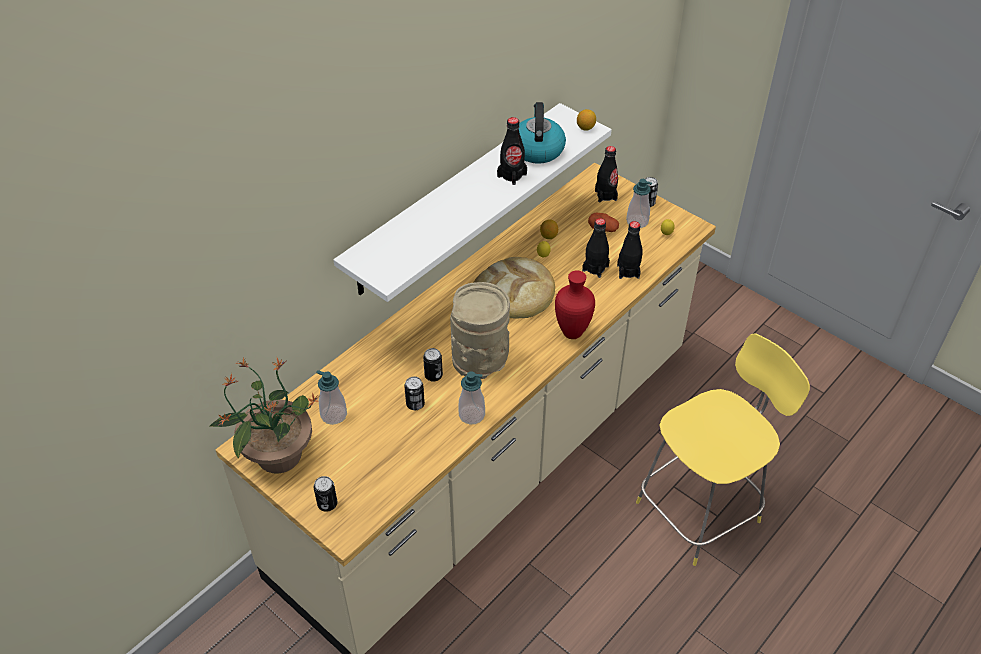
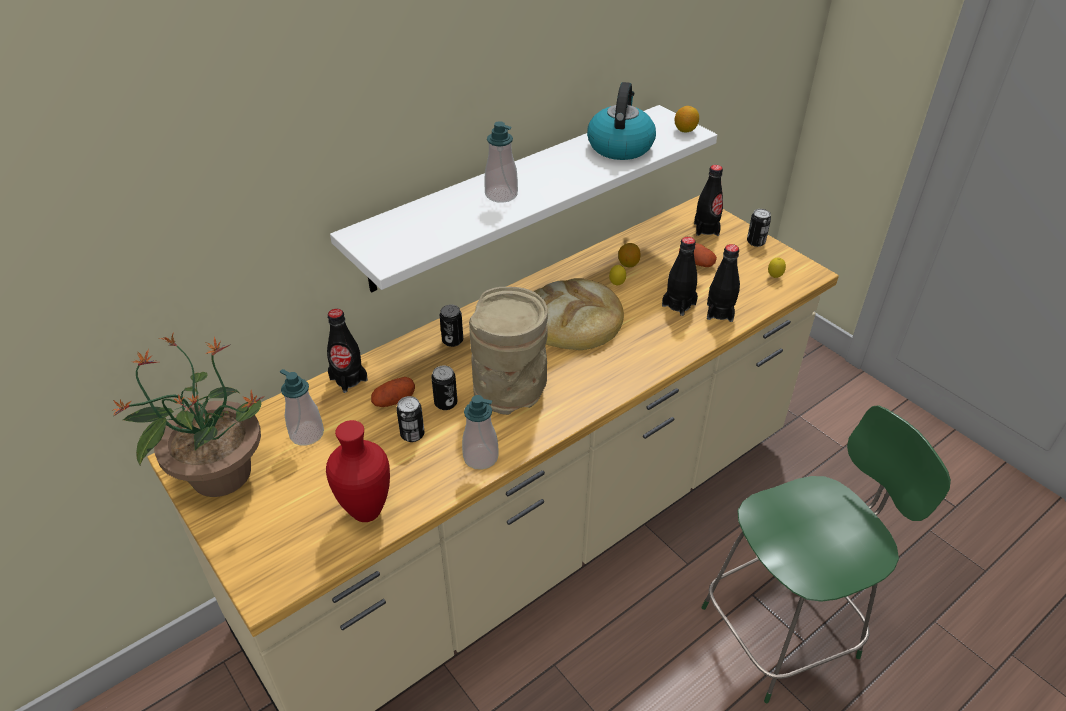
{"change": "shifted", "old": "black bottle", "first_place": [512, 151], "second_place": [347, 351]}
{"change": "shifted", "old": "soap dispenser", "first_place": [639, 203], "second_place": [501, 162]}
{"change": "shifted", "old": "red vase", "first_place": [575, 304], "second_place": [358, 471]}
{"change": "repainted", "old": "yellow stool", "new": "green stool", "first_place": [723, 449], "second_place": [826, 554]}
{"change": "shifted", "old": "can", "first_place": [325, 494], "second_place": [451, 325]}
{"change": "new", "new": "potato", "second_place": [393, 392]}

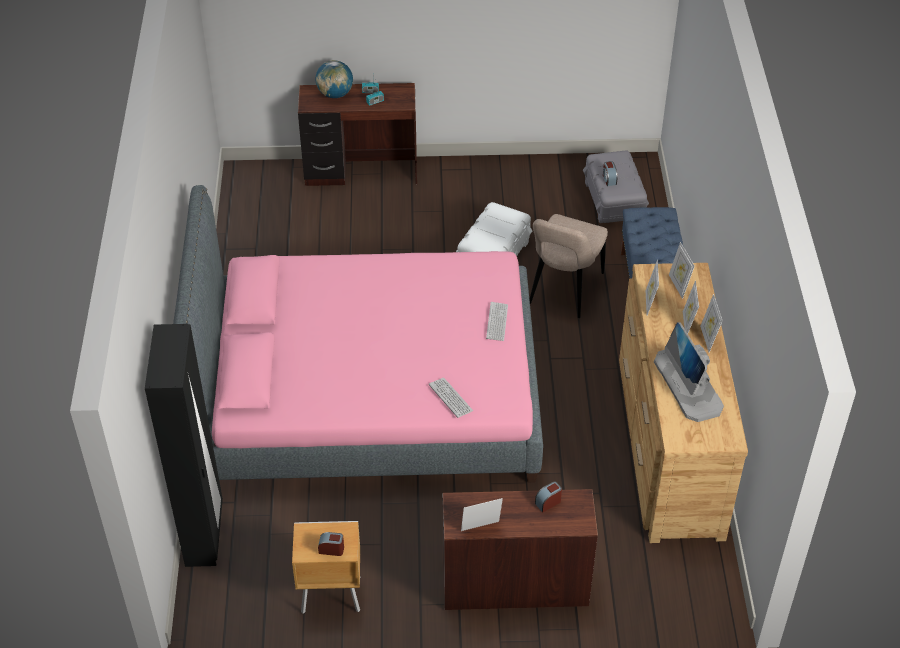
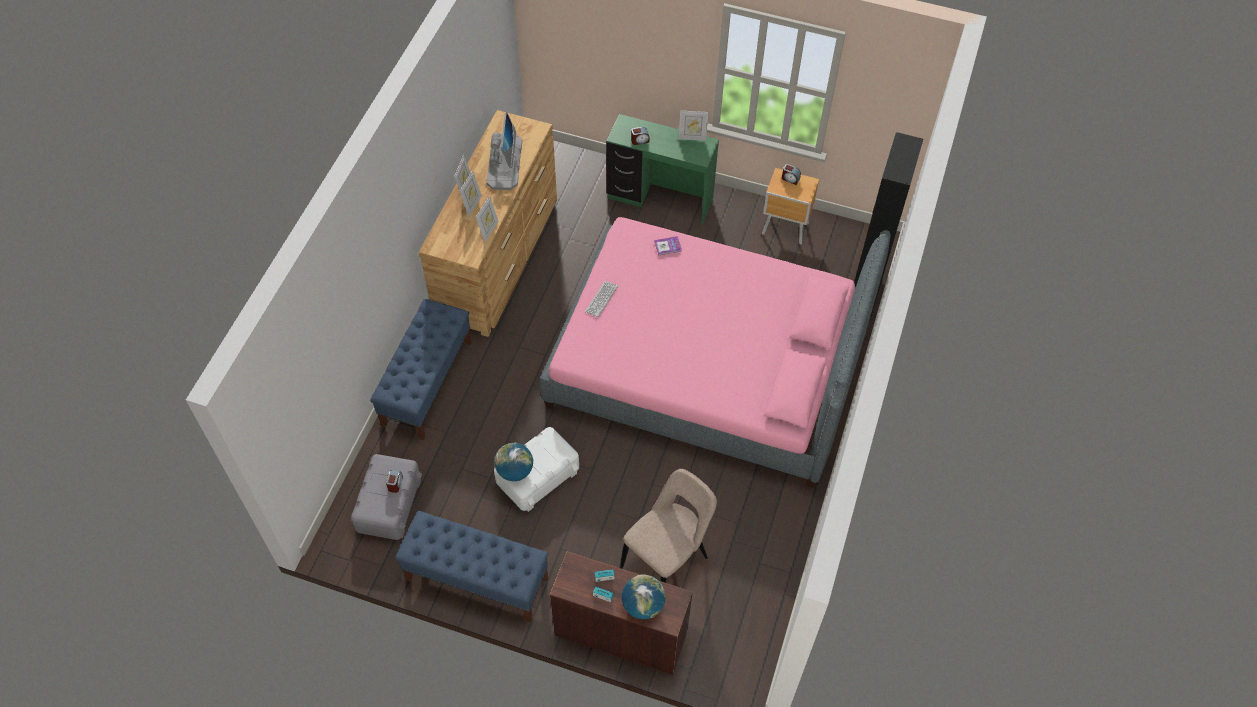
{"change": "shifted", "old": "beige chair", "first_place": [568, 266], "second_place": [668, 526]}
{"change": "gone", "old": "picture frame", "first_place": [682, 270]}
{"change": "swapped", "old": "keyboard", "new": "book", "first_place": [451, 398], "second_place": [668, 245]}
{"change": "repainted", "old": "brown desk", "new": "green desk", "first_place": [520, 549], "second_place": [662, 169]}
{"change": "new", "new": "globe", "second_place": [513, 462]}
{"change": "new", "new": "blue bench", "second_place": [471, 566]}

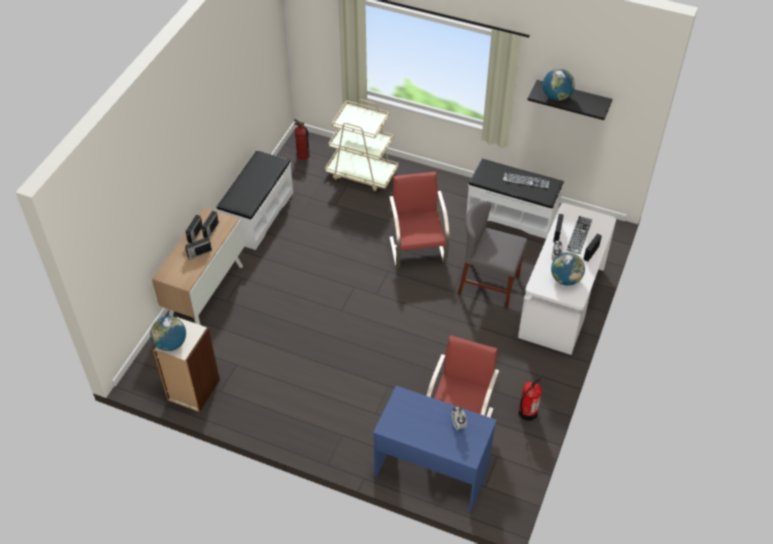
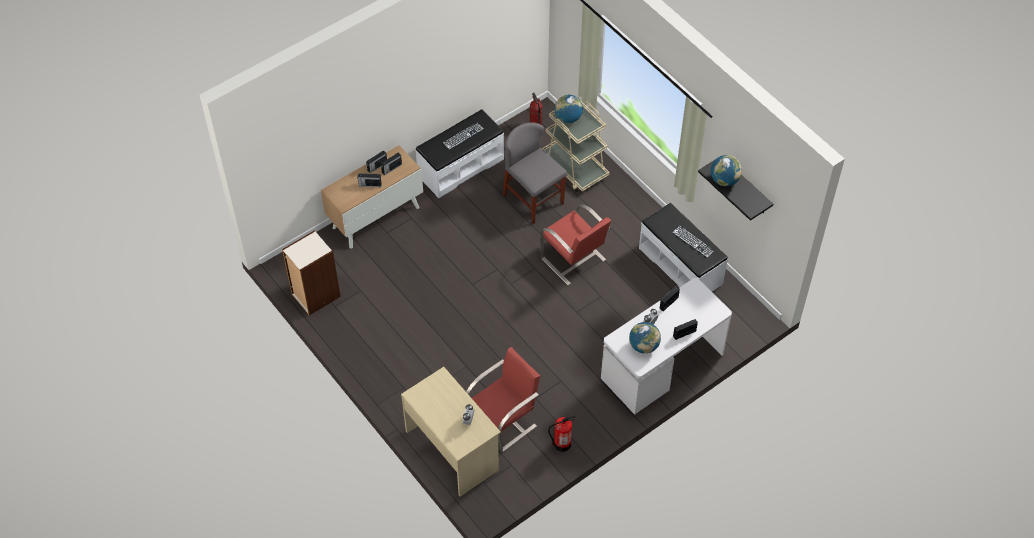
{"change": "rotated", "old": "red chair", "first_place": [419, 220], "second_place": [575, 244], "degrees": 120}
{"change": "shifted", "old": "grey chair", "first_place": [492, 254], "second_place": [535, 173]}
{"change": "shifted", "old": "keyboard", "first_place": [579, 235], "second_place": [463, 136]}
{"change": "shifted", "old": "globe", "first_place": [168, 333], "second_place": [569, 109]}
{"change": "repainted", "old": "blue desk", "new": "beige desk", "first_place": [435, 449], "second_place": [451, 432]}

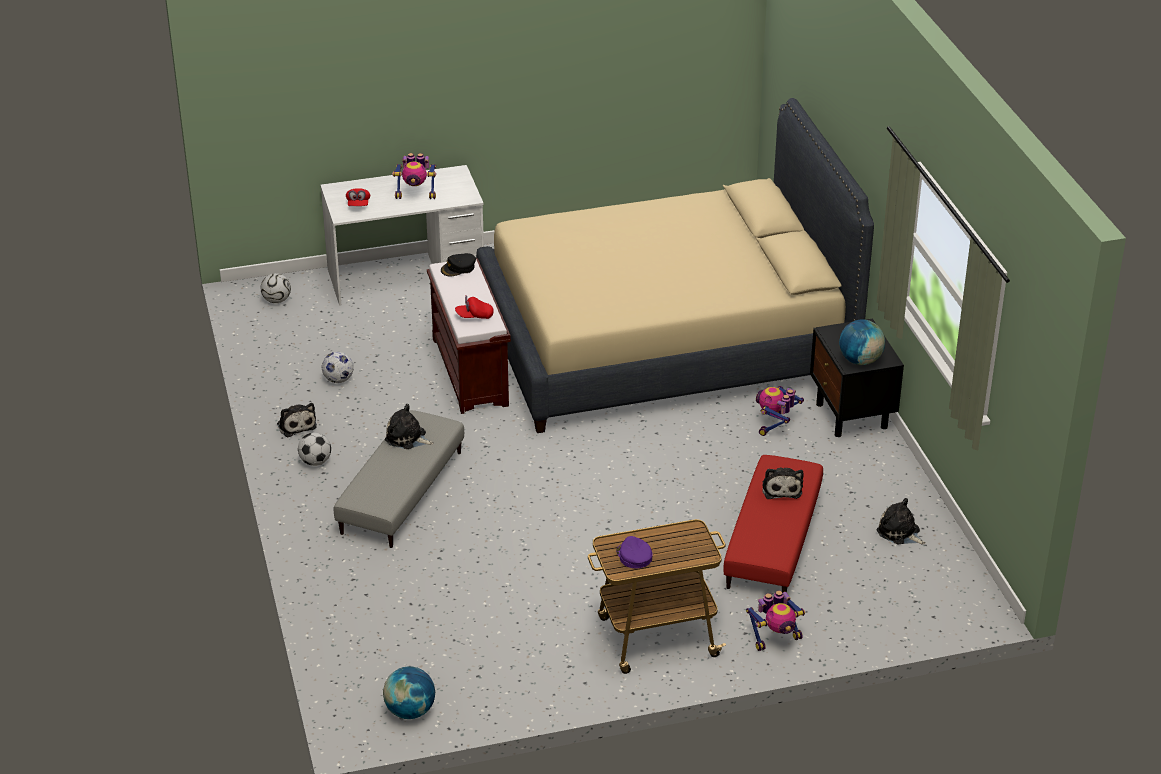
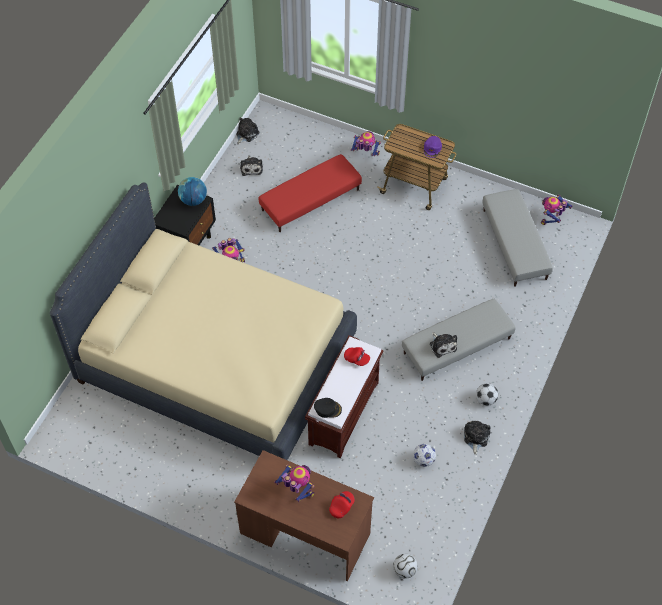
{"change": "repainted", "old": "white desk", "new": "brown desk", "first_place": [402, 235], "second_place": [304, 515]}
{"change": "shifted", "old": "plush toy", "first_place": [783, 483], "second_place": [248, 131]}
{"change": "swapped", "old": "globe", "new": "toy robot", "first_place": [409, 692], "second_place": [556, 210]}
{"change": "new", "new": "grey ottoman", "second_place": [517, 238]}

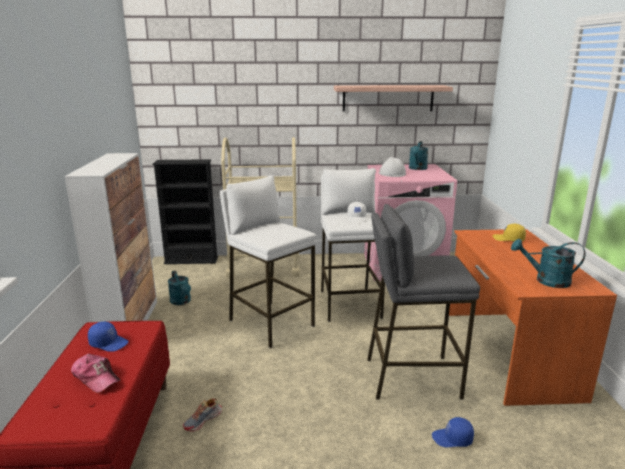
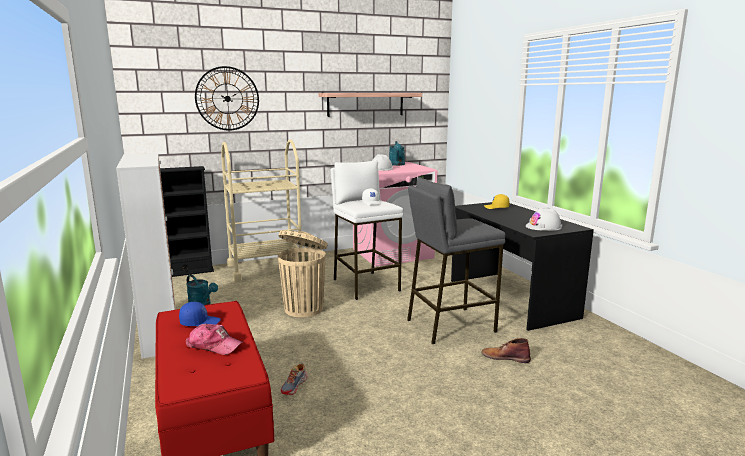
{"change": "swapped", "old": "white stool", "new": "beige trash can", "first_place": [268, 262], "second_place": [303, 273]}
{"change": "repainted", "old": "orange desk", "new": "black desk", "first_place": [533, 317], "second_place": [522, 266]}
{"change": "swapped", "old": "turquoise watering can", "new": "white hard hat", "first_place": [548, 263], "second_place": [544, 219]}
{"change": "swapped", "old": "blue cap", "new": "brown boot", "first_place": [453, 432], "second_place": [506, 350]}
{"change": "new", "new": "wall clock", "second_place": [227, 98]}

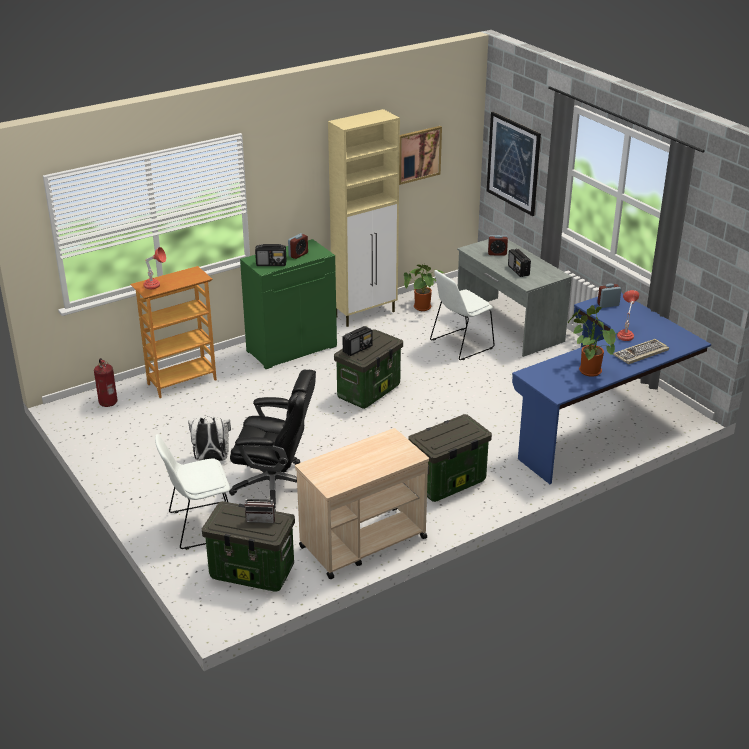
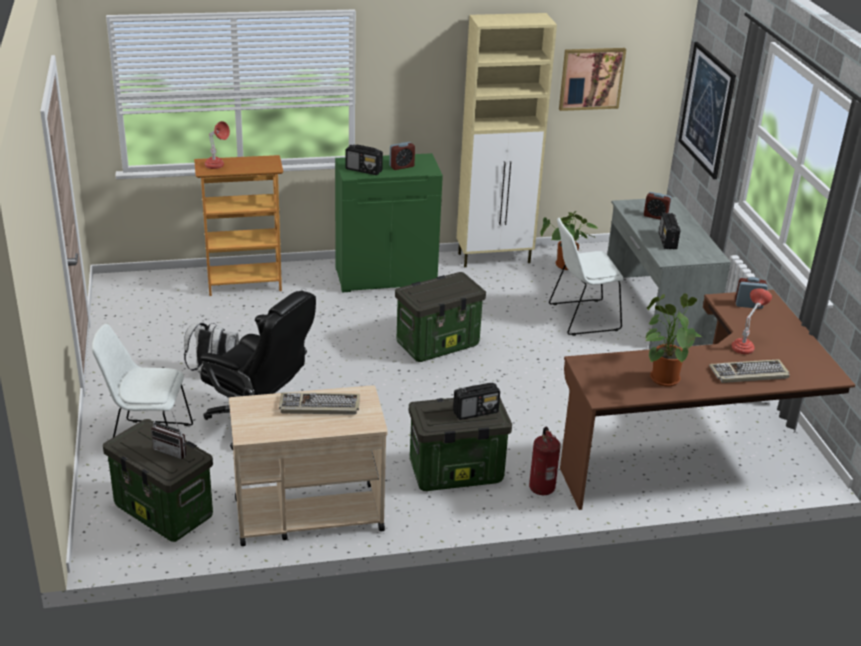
{"change": "repainted", "old": "blue desk", "new": "brown desk", "first_place": [611, 388], "second_place": [707, 400]}
{"change": "shifted", "old": "radio", "first_place": [357, 341], "second_place": [476, 401]}
{"change": "shifted", "old": "fire extinguisher", "first_place": [105, 382], "second_place": [545, 461]}
{"change": "new", "new": "keyboard", "second_place": [319, 404]}

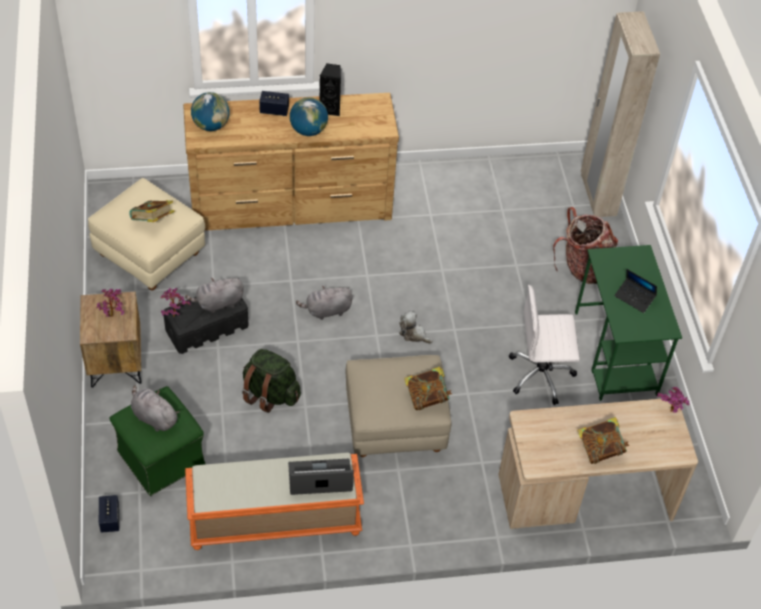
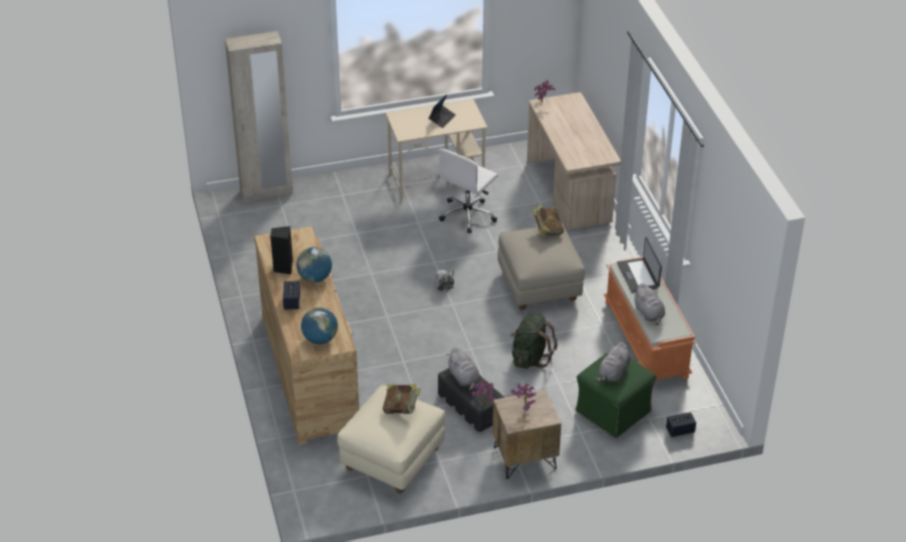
{"change": "gone", "old": "backpack", "first_place": [585, 245]}
{"change": "repainted", "old": "green desk", "new": "beige desk", "first_place": [628, 323], "second_place": [436, 150]}
{"change": "rotated", "old": "white office chair", "first_place": [544, 345], "second_place": [468, 191], "degrees": 45}
{"change": "shifted", "old": "grey plush toy", "first_place": [324, 303], "second_place": [649, 304]}
{"change": "gone", "old": "book", "first_place": [603, 440]}

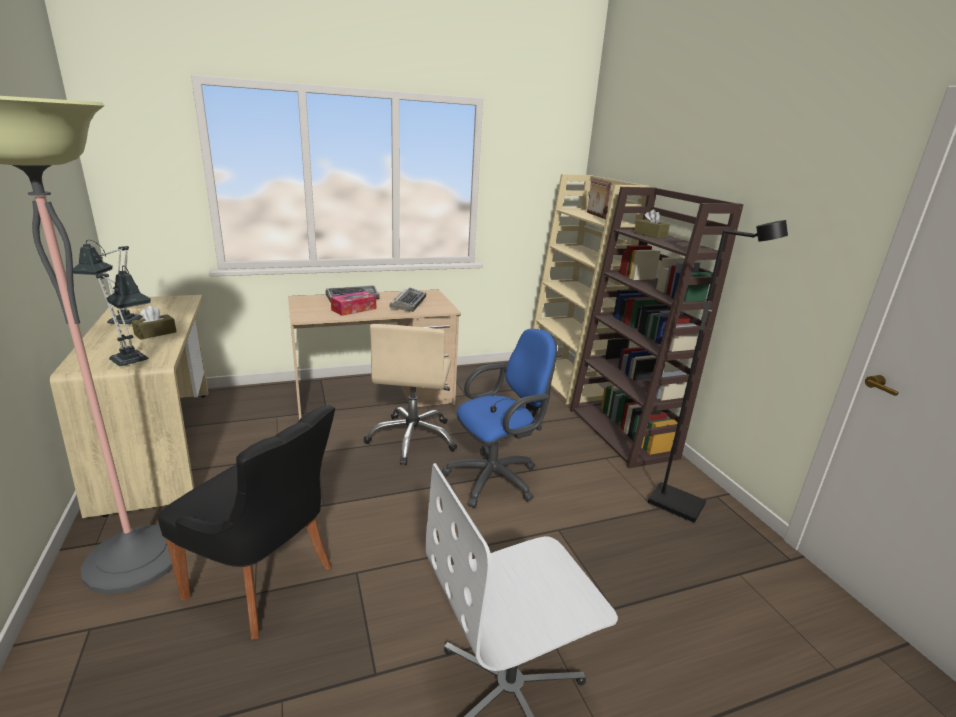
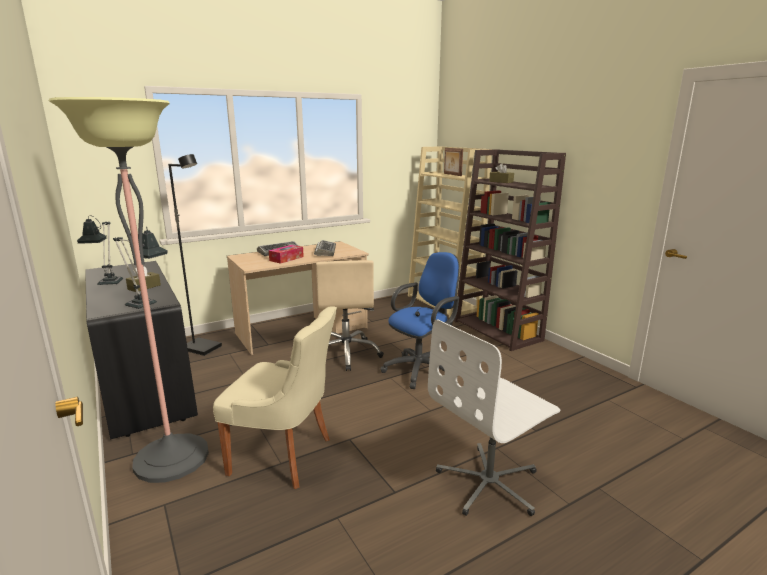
{"change": "shifted", "old": "black floor lamp", "first_place": [718, 371], "second_place": [195, 255]}
{"change": "repainted", "old": "beige desk", "new": "black desk", "first_place": [129, 406], "second_place": [141, 350]}
{"change": "repainted", "old": "black chair", "new": "beige chair", "first_place": [246, 522], "second_place": [275, 397]}

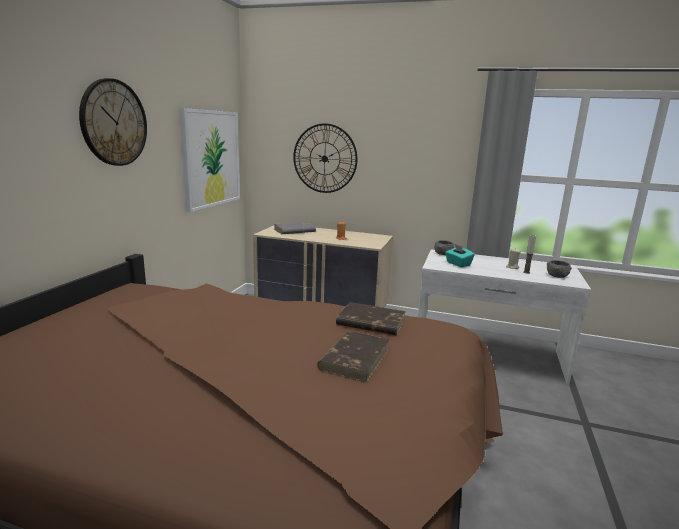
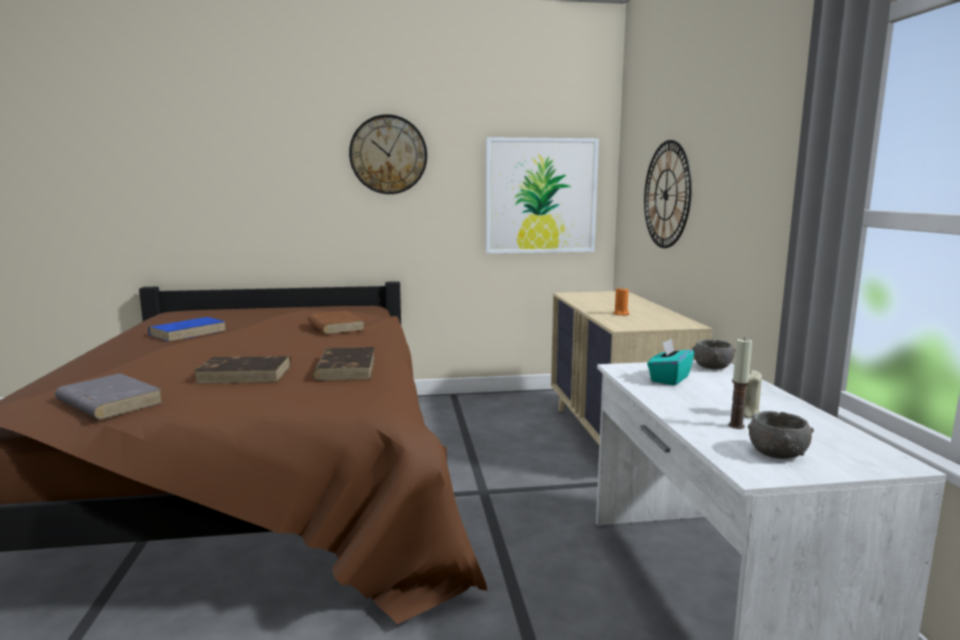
{"change": "shifted", "old": "grey book", "first_place": [295, 228], "second_place": [109, 396]}
{"change": "new", "new": "brown book", "second_place": [336, 322]}
{"change": "new", "new": "blue book", "second_place": [187, 329]}

